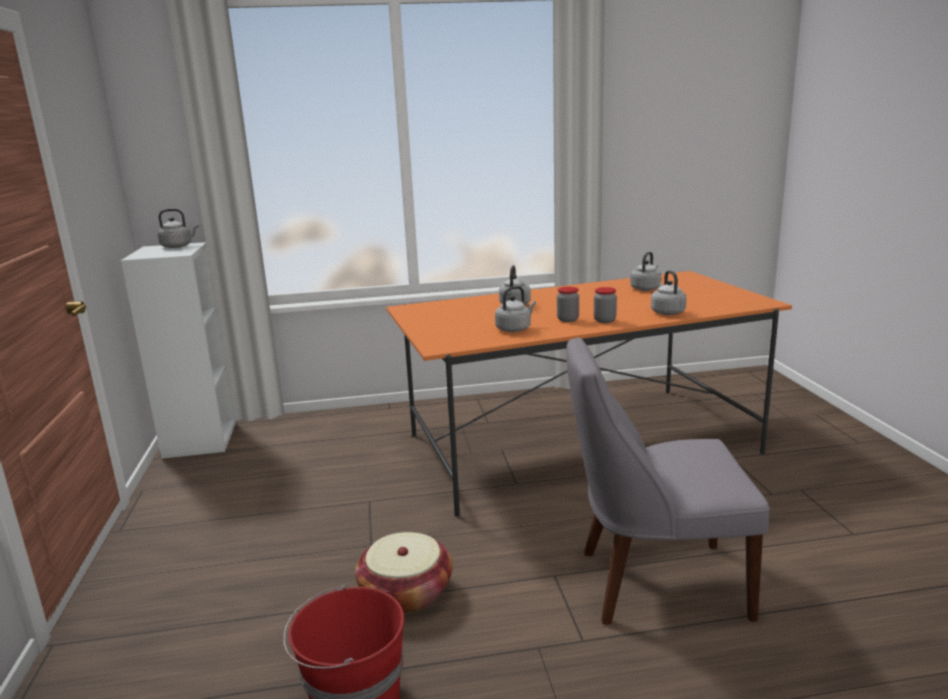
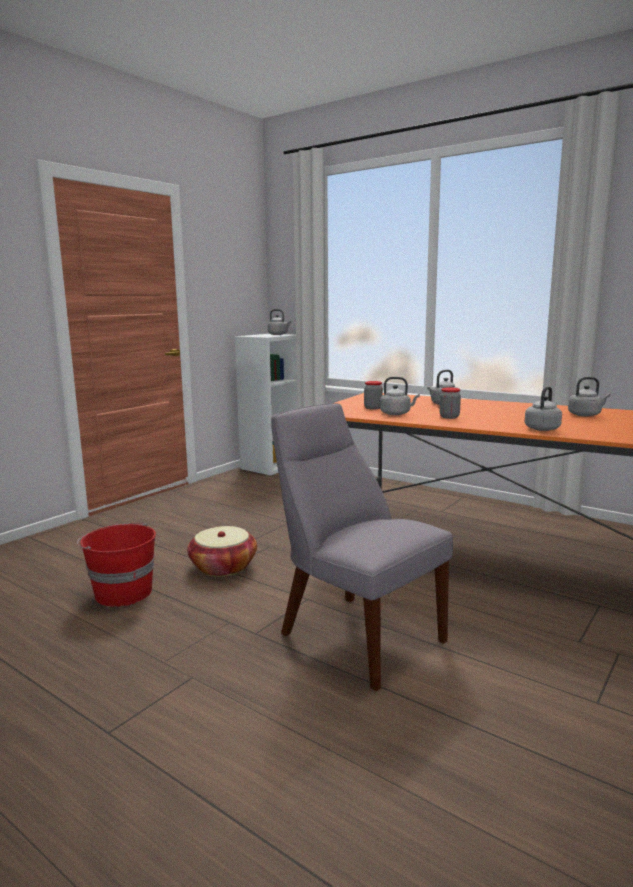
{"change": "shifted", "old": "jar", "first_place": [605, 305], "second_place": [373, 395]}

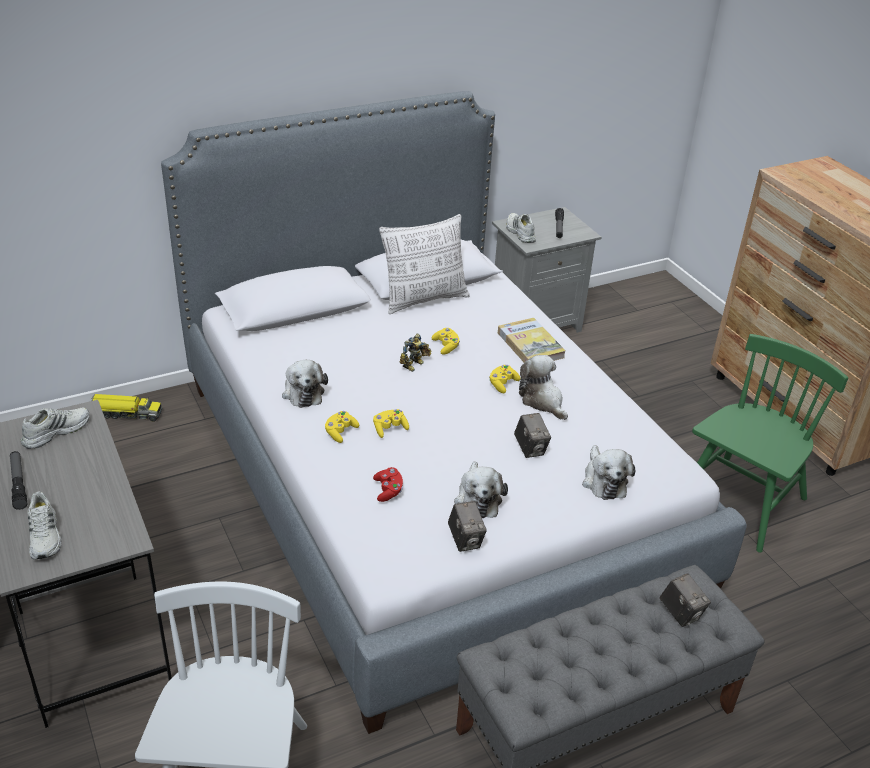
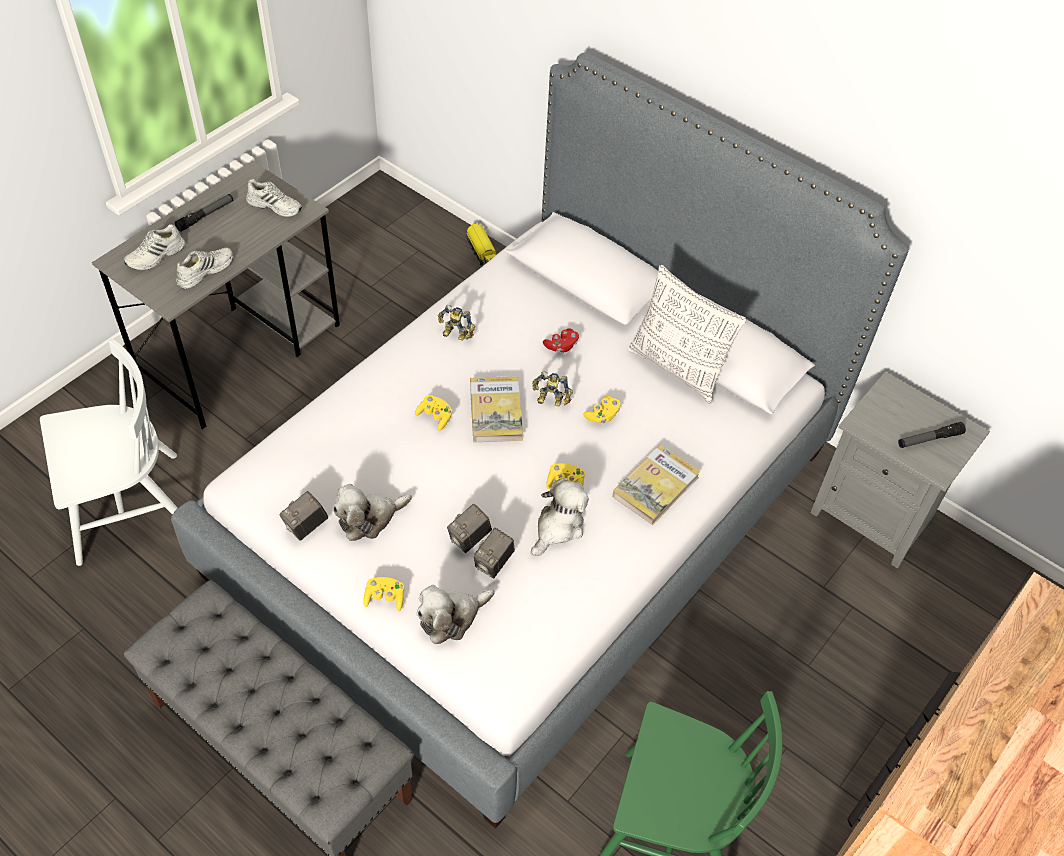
{"change": "shifted", "old": "white shoe", "first_place": [521, 228], "second_place": [204, 268]}
{"change": "swapped", "old": "plush toy", "new": "toy robot", "first_place": [305, 384], "second_place": [456, 323]}
{"change": "shifted", "old": "yellow game controller", "first_place": [342, 427], "second_place": [383, 594]}
{"change": "shifted", "old": "red game controller", "first_place": [388, 484], "second_place": [561, 340]}
{"change": "shifted", "old": "photo camera", "first_place": [685, 600], "second_place": [494, 553]}
{"change": "new", "new": "book", "second_place": [496, 409]}

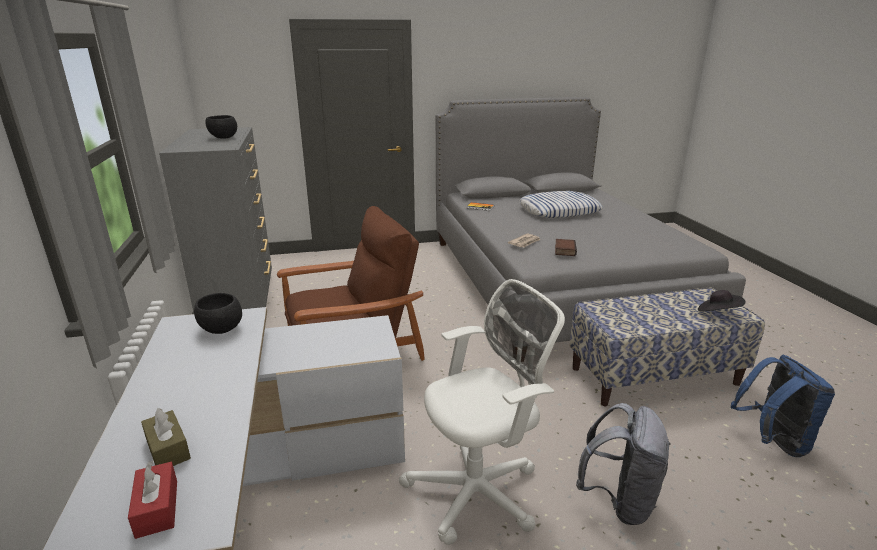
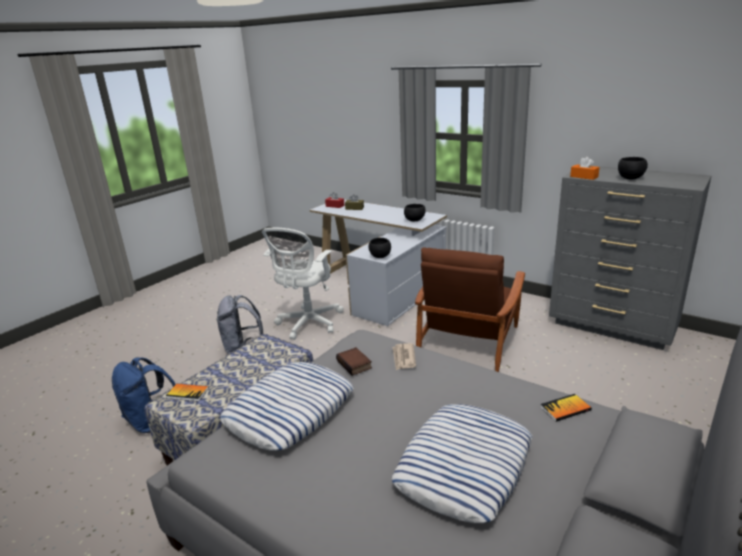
{"change": "swapped", "old": "black hat", "new": "book", "first_place": [722, 301], "second_place": [187, 392]}
{"change": "new", "new": "orange tissue box", "second_place": [585, 168]}
{"change": "new", "new": "black bowl", "second_place": [380, 248]}
{"change": "new", "new": "pillow", "second_place": [286, 406]}

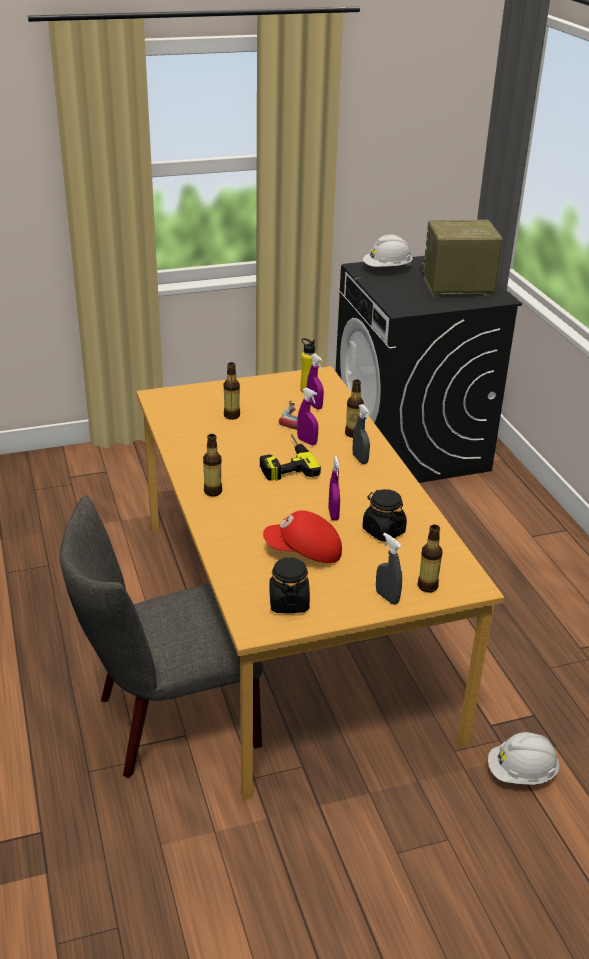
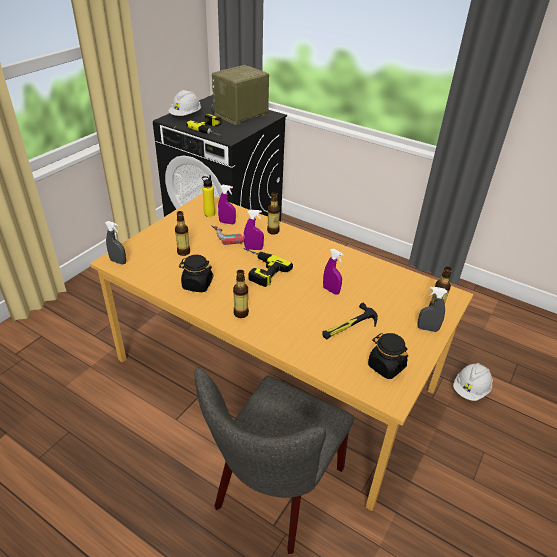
{"change": "shifted", "old": "grey spray bottle", "first_place": [361, 434], "second_place": [115, 243]}
{"change": "shifted", "old": "black jar", "first_place": [385, 515], "second_place": [196, 273]}
{"change": "swapped", "old": "red cap", "new": "hammer", "first_place": [302, 536], "second_place": [350, 321]}
{"change": "new", "new": "power drill", "second_place": [203, 125]}

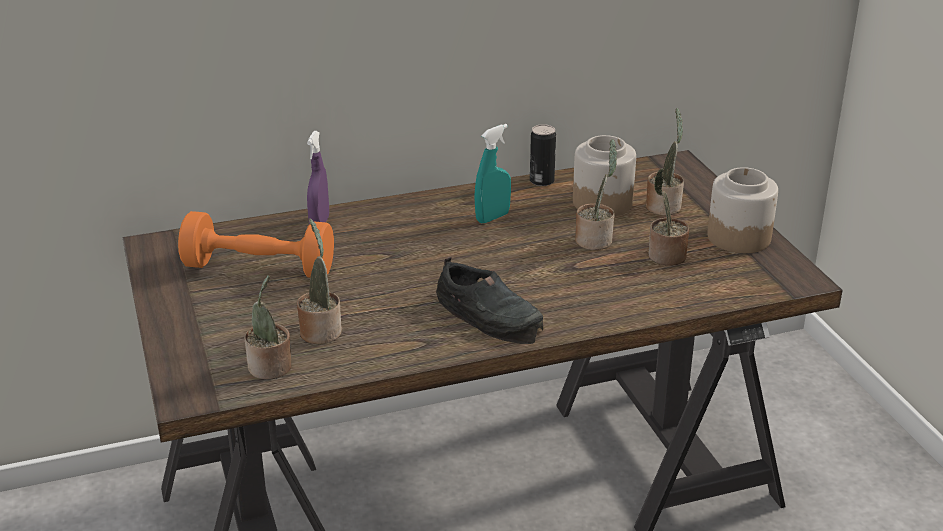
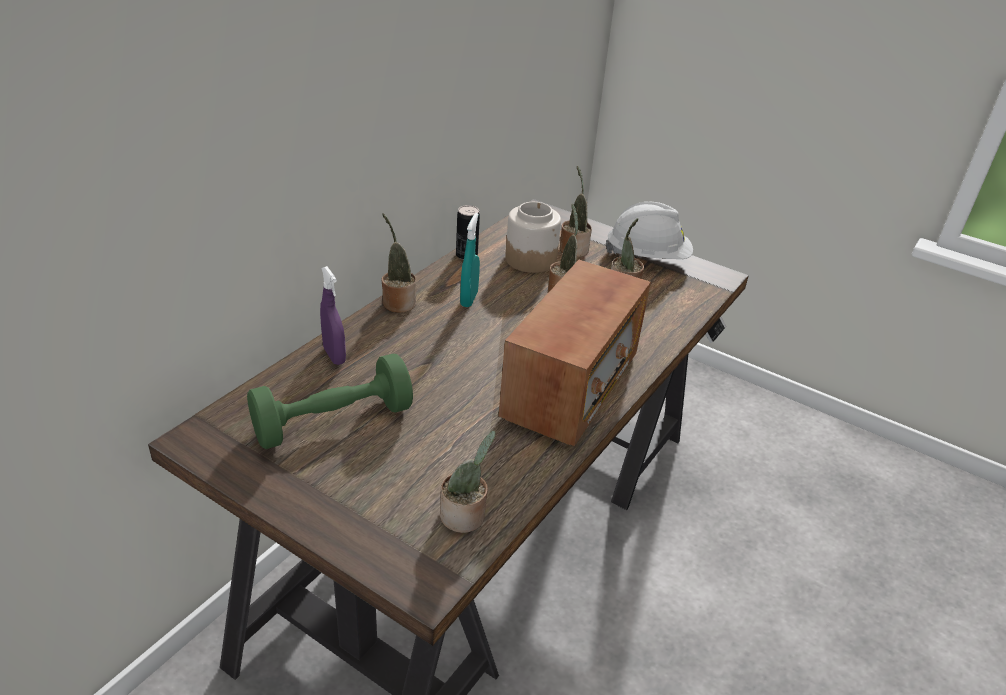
{"change": "swapped", "old": "jar", "new": "white hard hat", "first_place": [742, 210], "second_place": [649, 230]}
{"change": "repainted", "old": "orange dumbbell", "new": "green dumbbell", "first_place": [256, 244], "second_place": [330, 401]}
{"change": "shifted", "old": "potted plant", "first_place": [319, 281], "second_place": [398, 263]}
{"change": "swapped", "old": "black shoe", "new": "radio", "first_place": [489, 300], "second_place": [575, 353]}

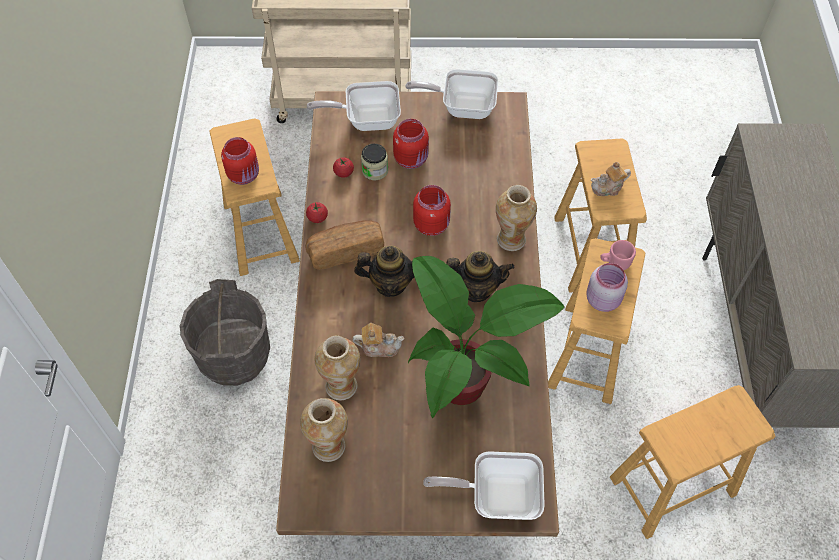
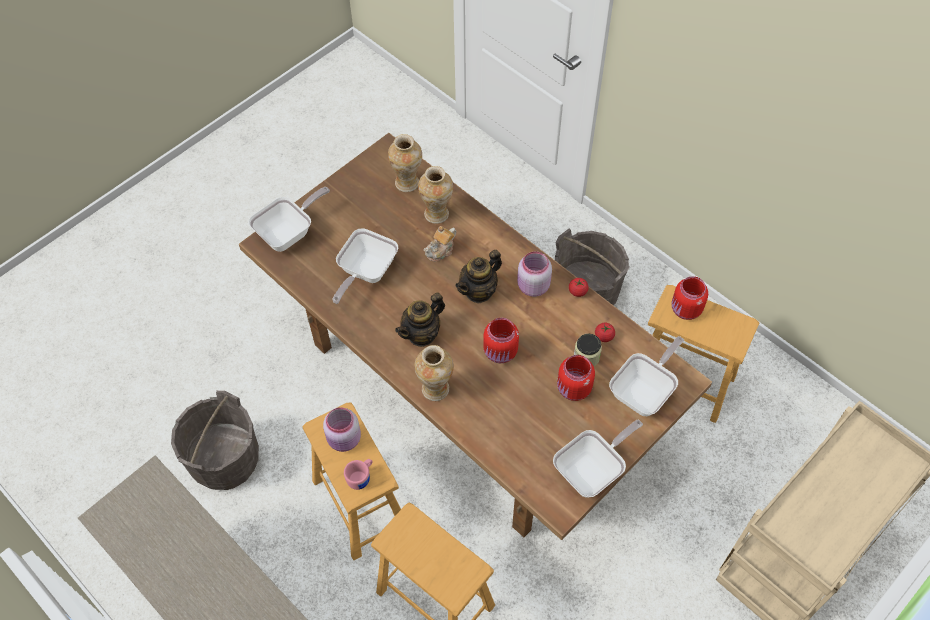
{"change": "gone", "old": "teapot", "first_place": [611, 179]}
{"change": "swapped", "old": "bread", "new": "pink jar", "first_place": [345, 245], "second_place": [534, 274]}
{"change": "swapped", "old": "potted plant", "new": "frying pan", "first_place": [486, 337], "second_place": [365, 266]}
{"change": "swapped", "old": "brown stool", "new": "grey bucket", "first_place": [692, 462], "second_place": [215, 440]}

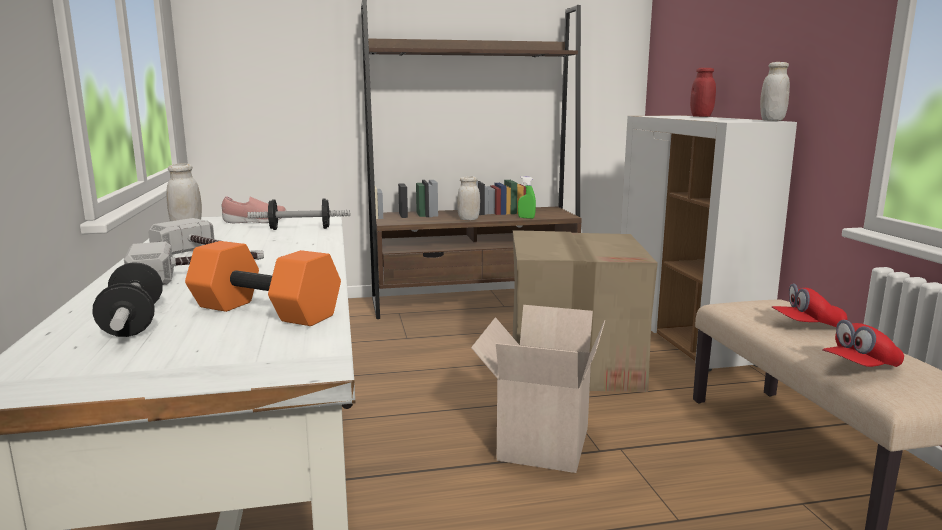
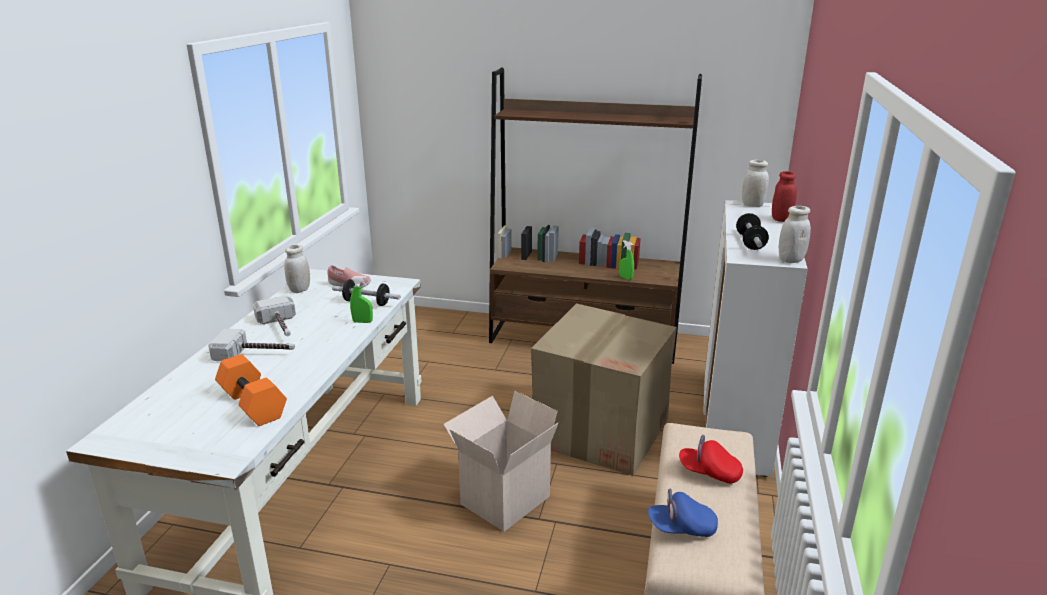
{"change": "shifted", "old": "white jar", "first_place": [468, 198], "second_place": [755, 183]}
{"change": "shifted", "old": "dumbbell", "first_place": [127, 299], "second_place": [752, 231]}
{"change": "repainted", "old": "red cap", "new": "blue cap", "first_place": [863, 343], "second_place": [683, 513]}
{"change": "new", "new": "green spray bottle", "second_place": [361, 299]}

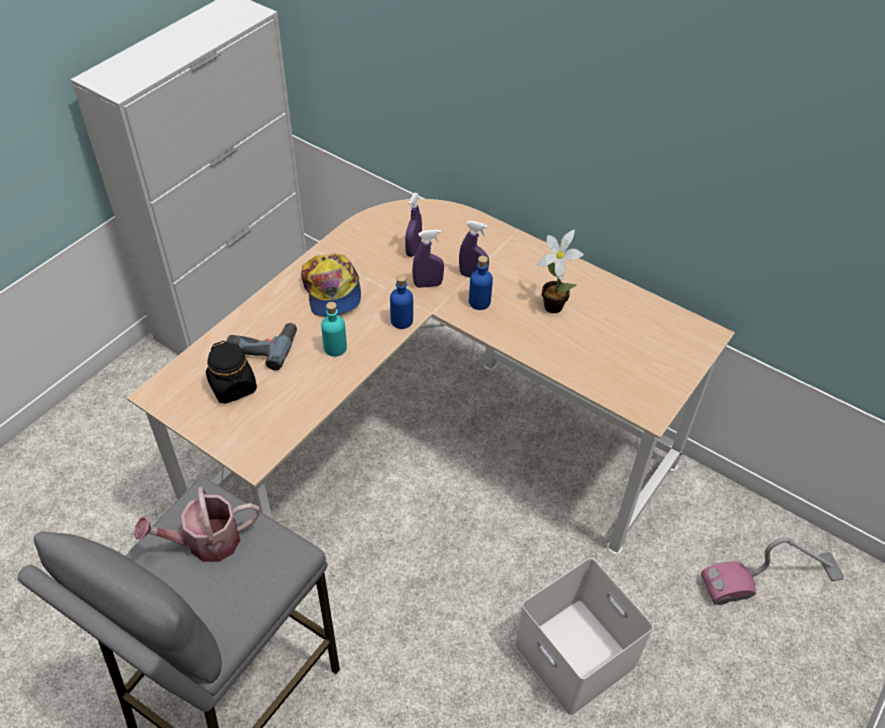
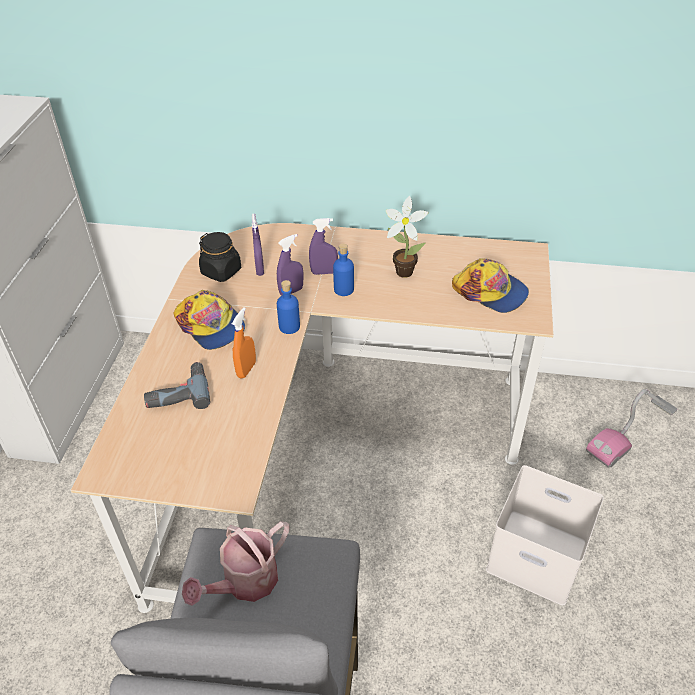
{"change": "swapped", "old": "turquoise bottle", "new": "orange spray bottle", "first_place": [334, 329], "second_place": [244, 342]}
{"change": "shifted", "old": "black jar", "first_place": [231, 372], "second_place": [220, 257]}
{"change": "new", "new": "cap", "second_place": [490, 285]}

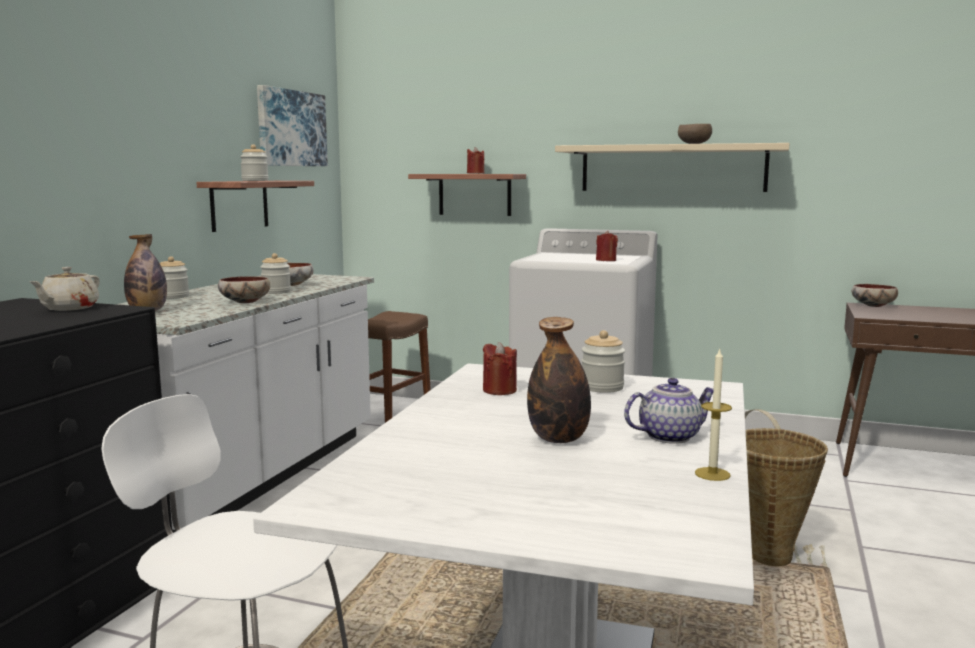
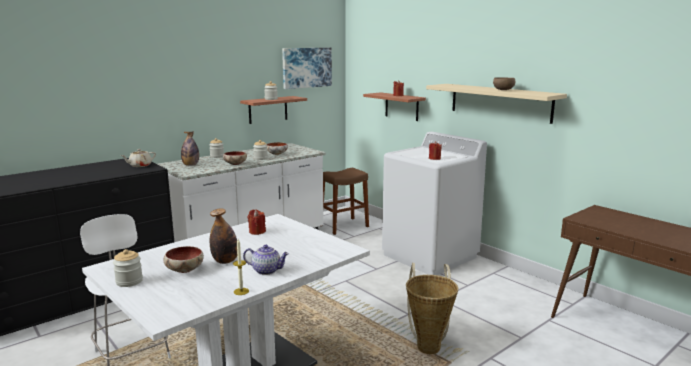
{"change": "shifted", "old": "bowl", "first_place": [875, 295], "second_place": [183, 259]}
{"change": "shifted", "old": "jar", "first_place": [603, 361], "second_place": [128, 268]}

